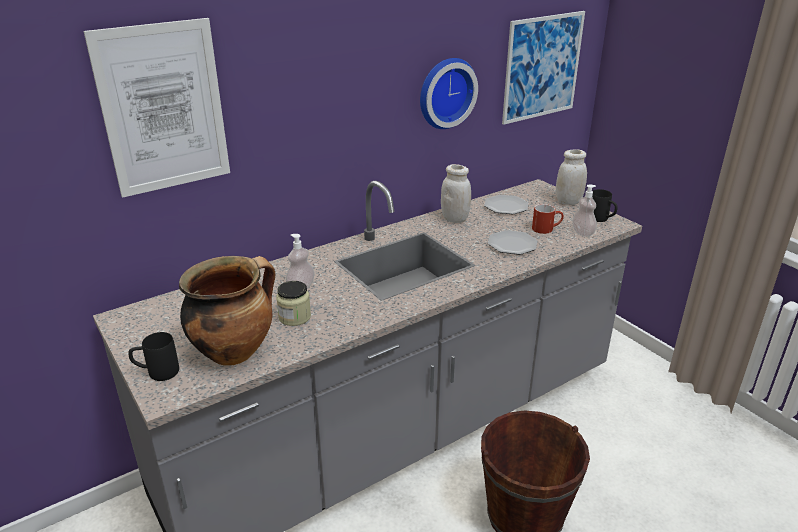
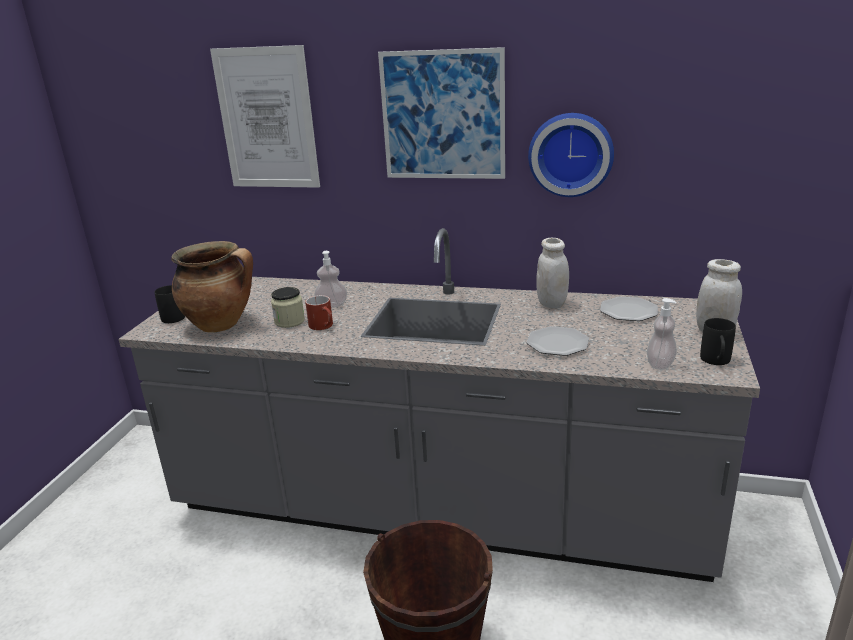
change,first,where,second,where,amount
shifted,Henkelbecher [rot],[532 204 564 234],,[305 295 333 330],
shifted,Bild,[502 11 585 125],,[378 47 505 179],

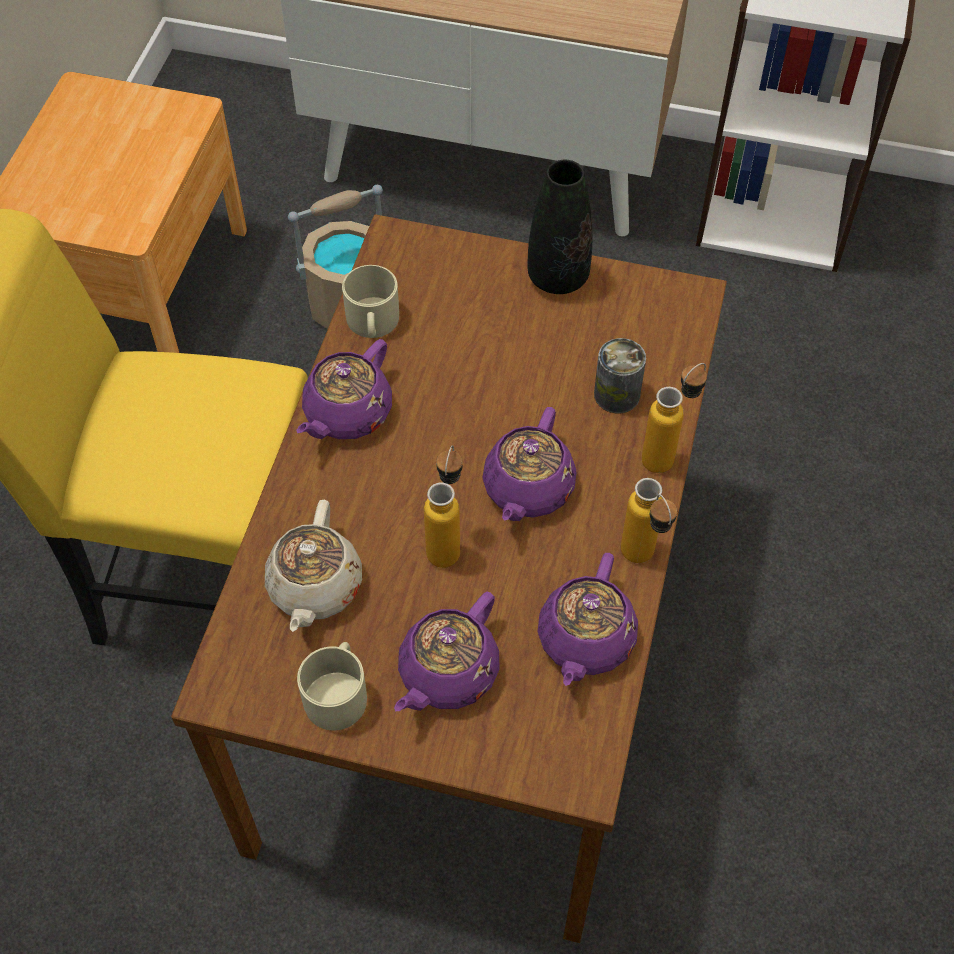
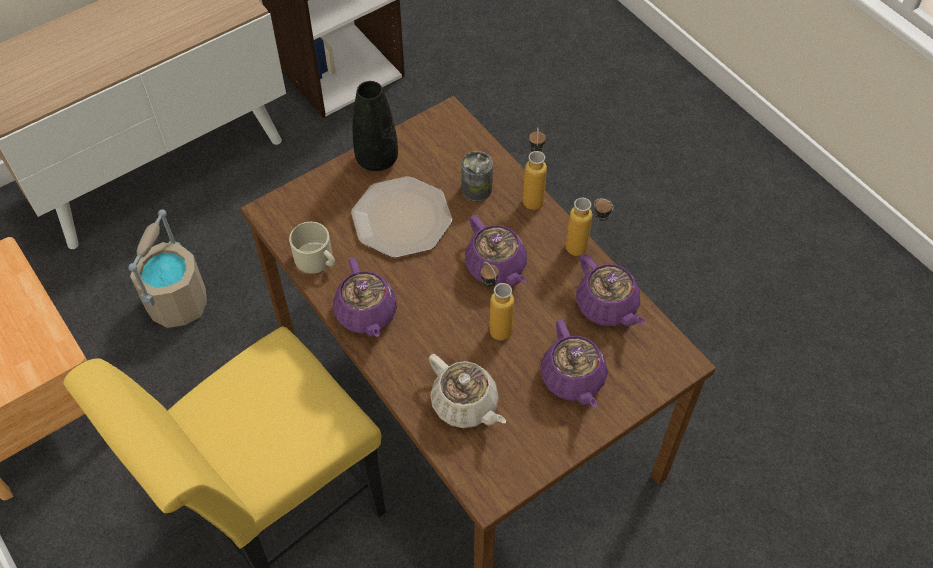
change,first,where,second,where,amount
new,,,Teller,[351 176 452 258],
gone,Henkelbecher [beige],[297 642 367 730],,,

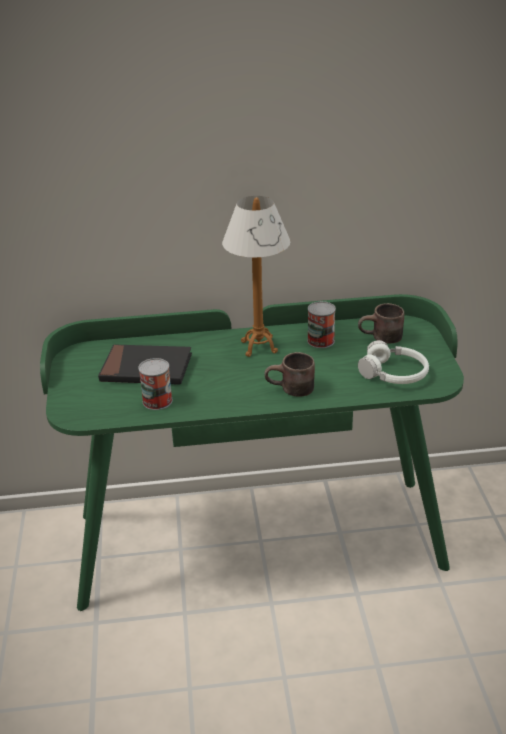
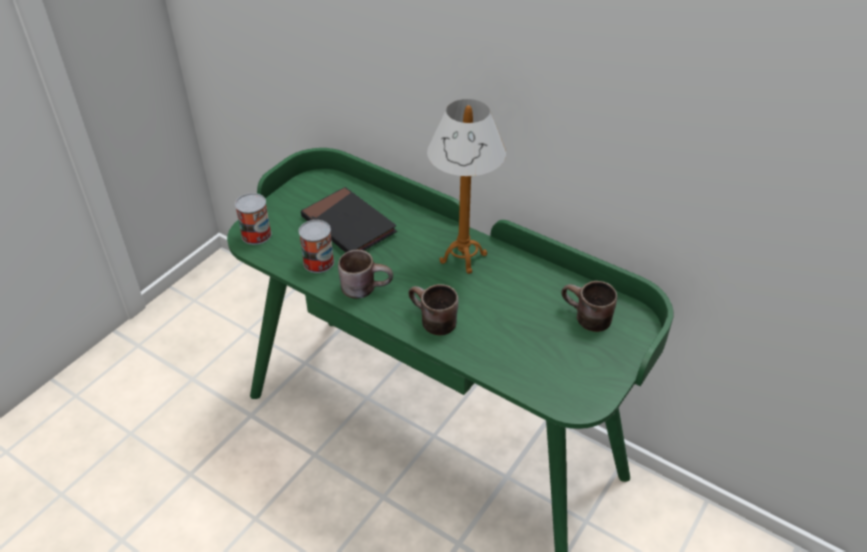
change,first,where,second,where,amount
shifted,Dose,[307 301 336 348],,[235 193 272 245],
new,,,Henkelbecher [braun],[338 250 393 299],
gone,Kopfhörer [weiß],[358 340 429 384],,,

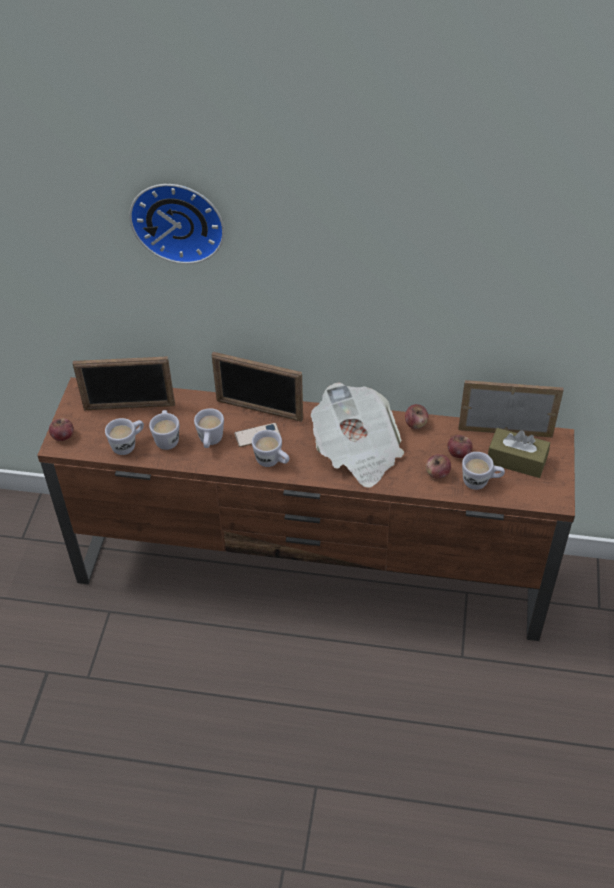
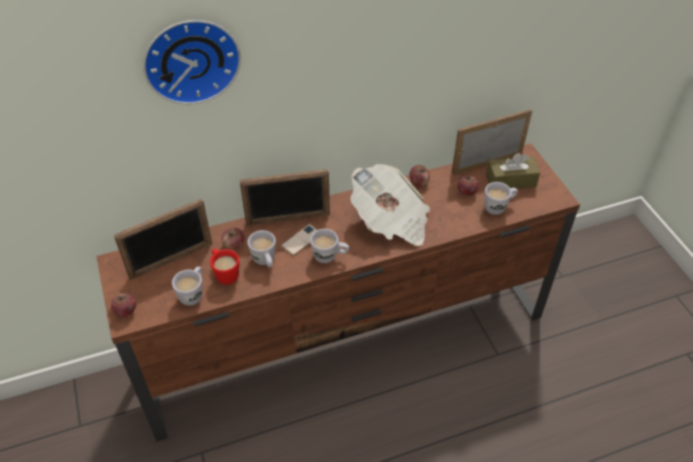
change,first,where,second,where,amount
repainted,Henkelbecher [weiß],[149 410 179 450],Henkelbecher [rot],[210 249 239 285],
shifted,Apfel,[426 454 451 479],,[221 227 244 250],

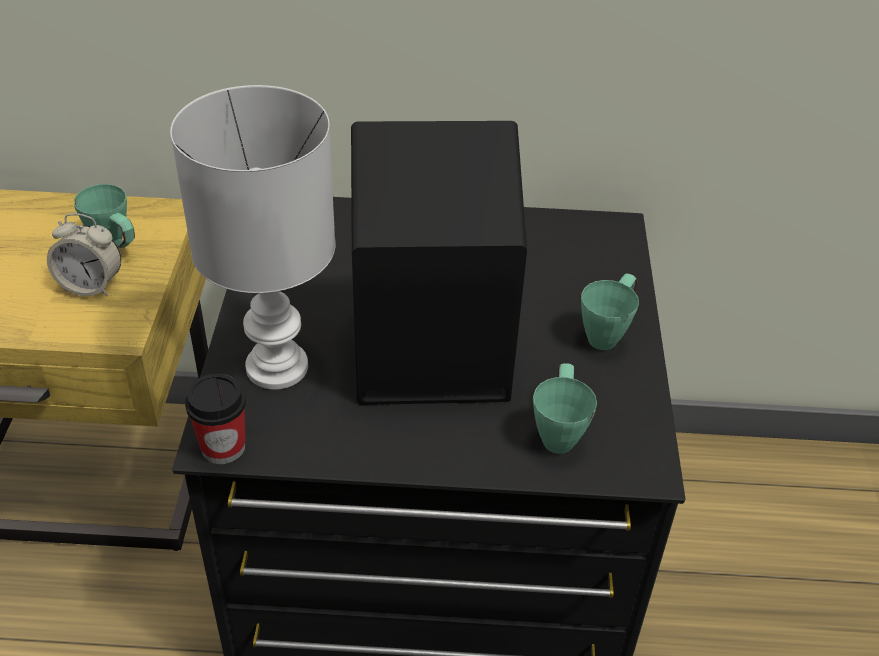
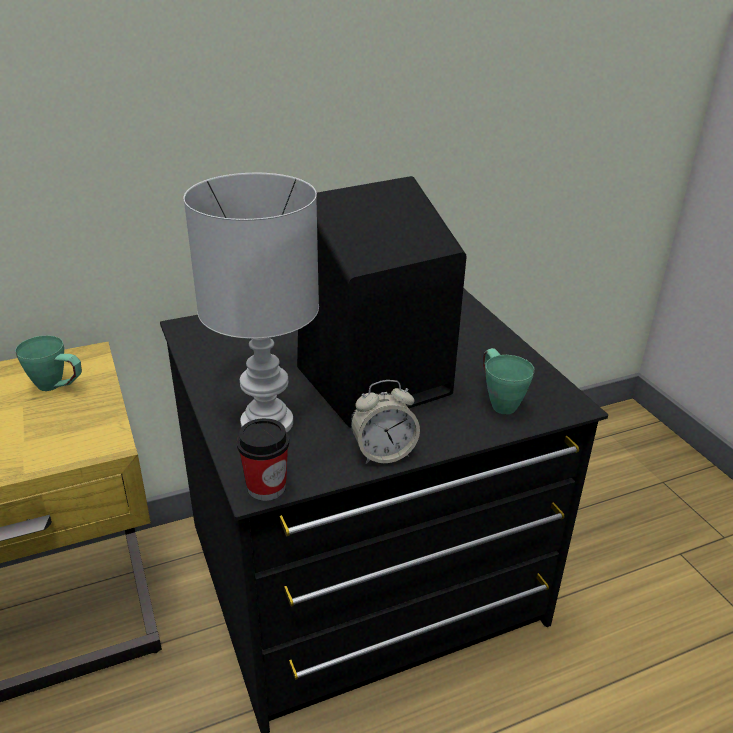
change,first,where,second,where,amount
shifted,Wecker,[47 213 121 296],,[351 380 420 464],
gone,Henkelbecher [grün],[581 273 639 350],,,

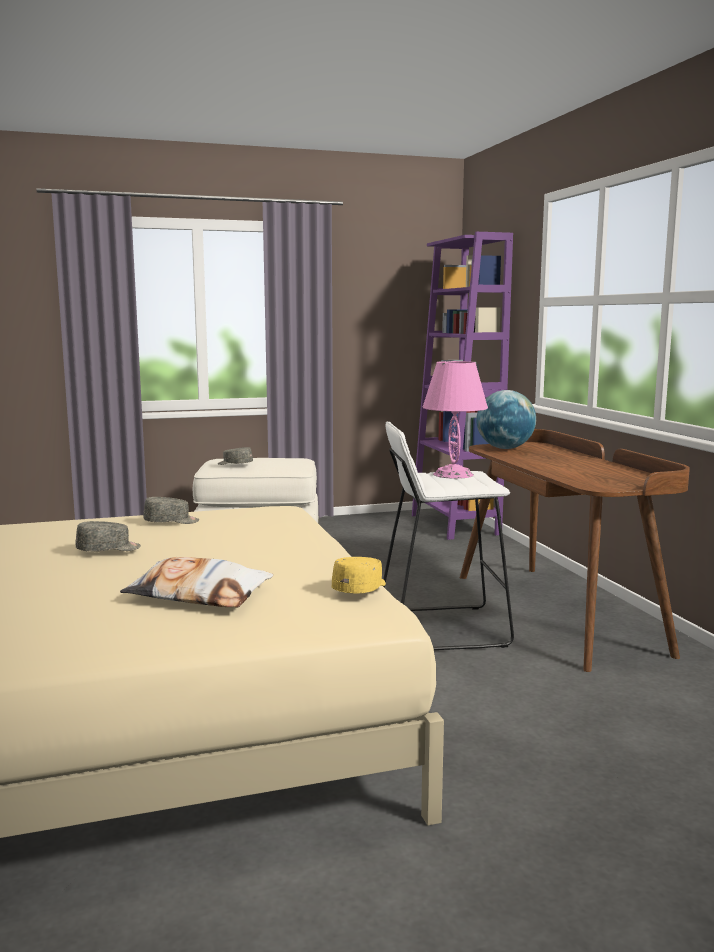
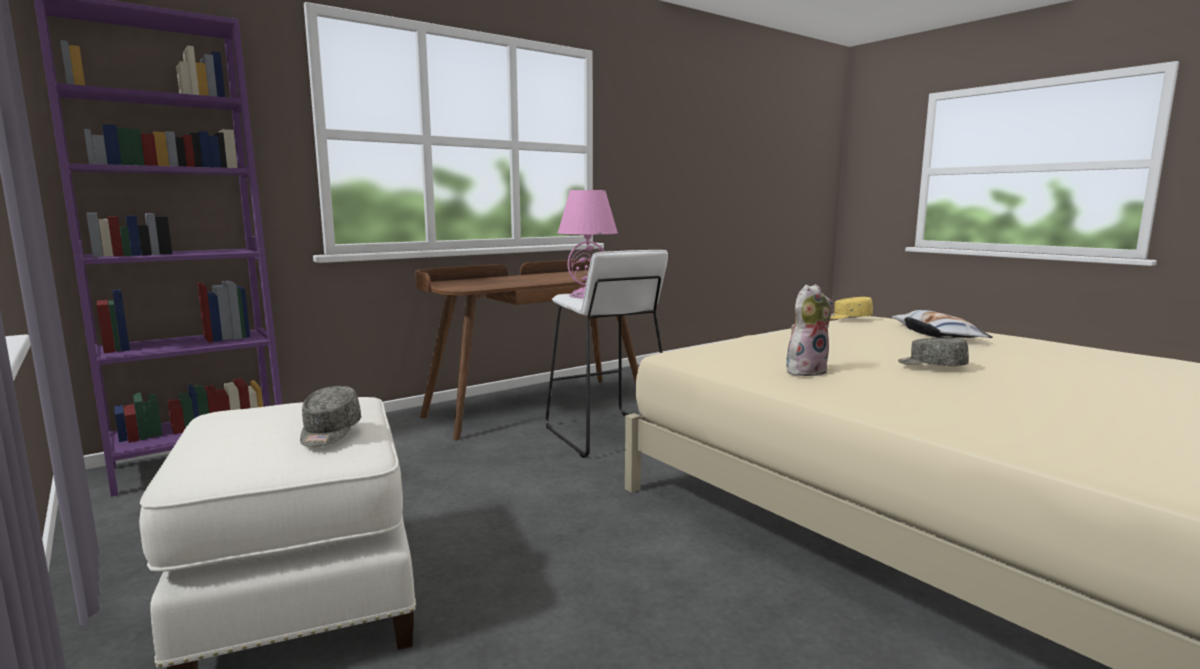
change,first,where,second,where,amount
swapped,Kappe [grau],[143 497 199 524],Plüschtier,[786 284 833 376],
gone,Globus,[476 390 536 449],,,

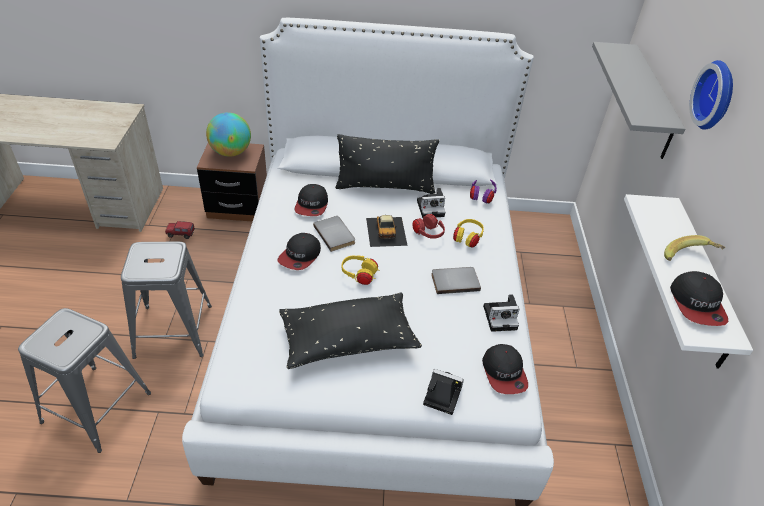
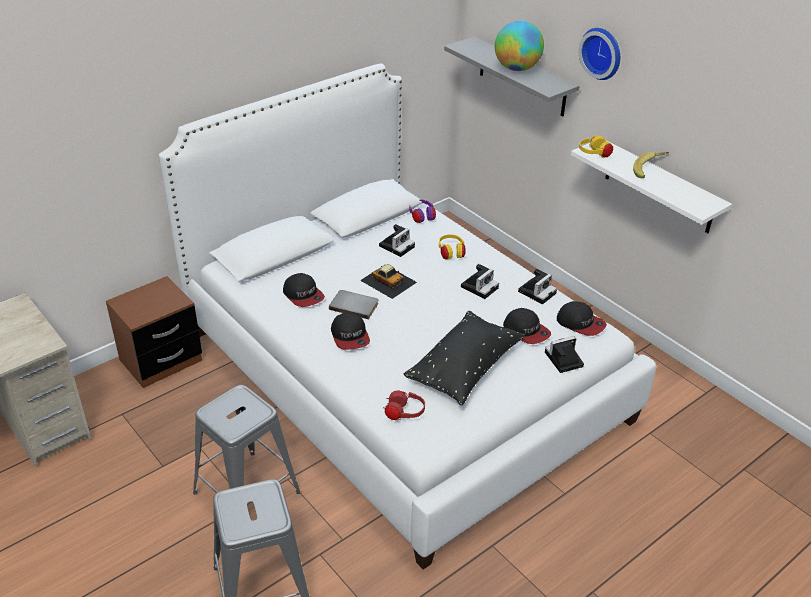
change,first,where,second,where,amount
shifted,Kopfhörer [rot],[413 214 445 239],,[383 390 425 421],
swapped,Buch [grau],[431 267 481 294],Kamera,[461 264 499 299],
shifted,Globus,[206 112 251 157],,[495 20 544 71],
shifted,Kappe,[670 271 728 326],,[503 308 551 344],
shifted,Kopfhörer [gelb],[342 255 378 285],,[579 135 613 158],
gone,Spielzeuglaster,[165 221 195 239],,,
gone,Kissen [schwarz],[335 134 439 194],,,

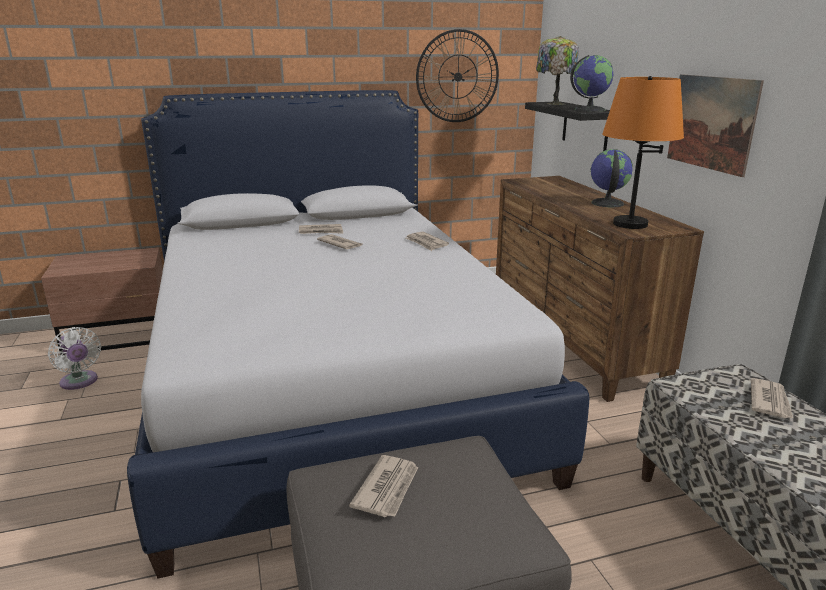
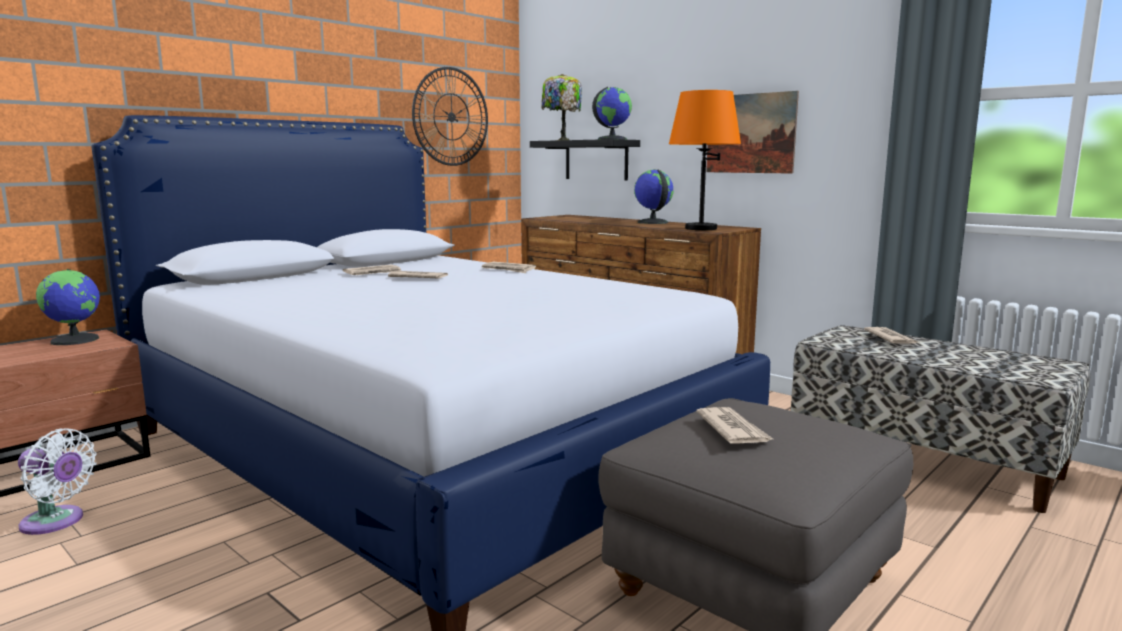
change,first,where,second,where,amount
new,,,Globus,[36 269 100 345],

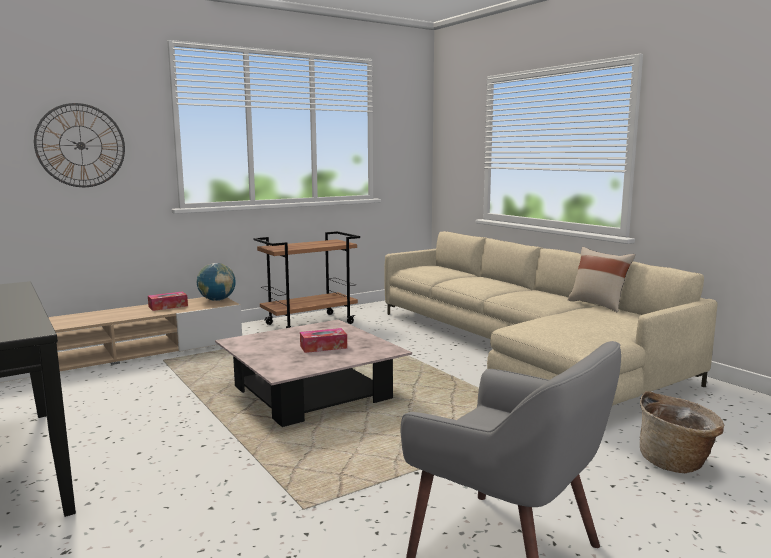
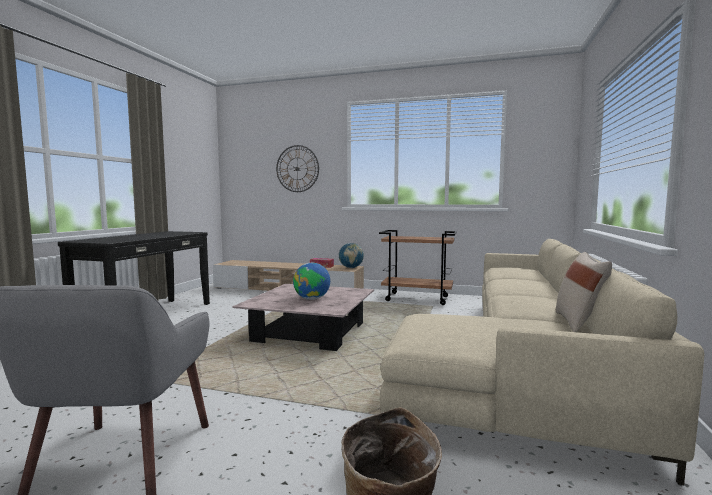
change,first,where,second,where,amount
swapped,Taschentuchbox,[300 328 347 353],Globus,[293 263 330 300],

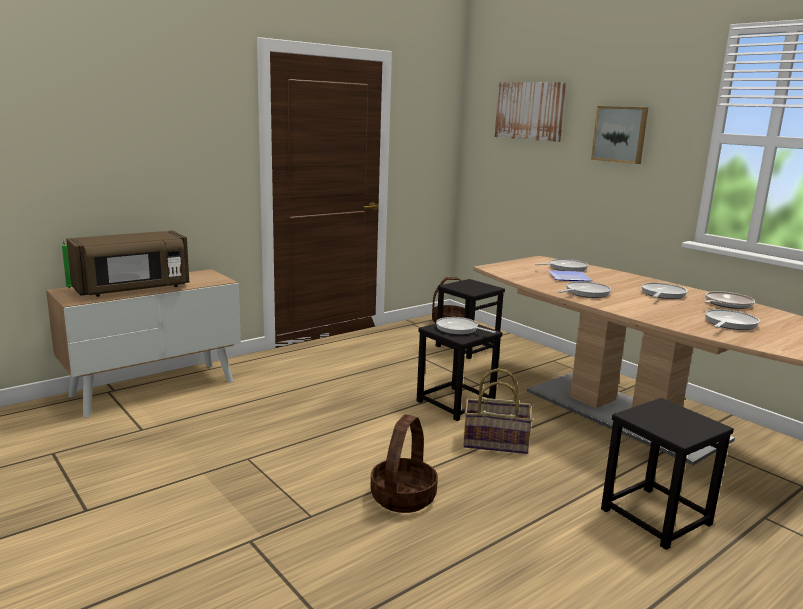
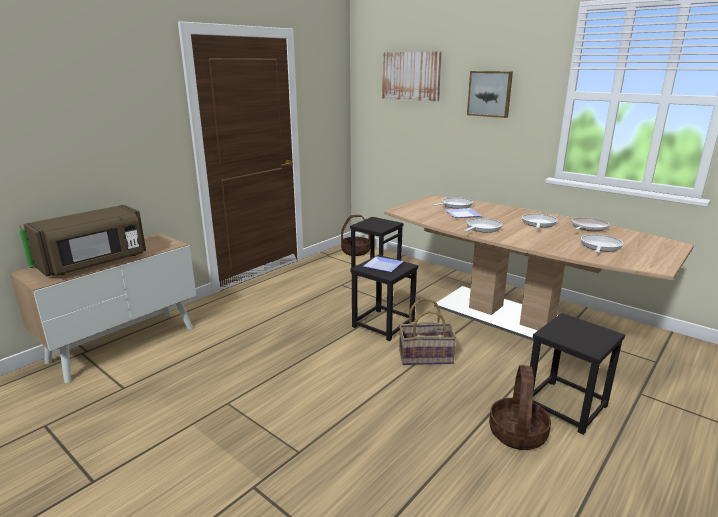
change,first,where,second,where,amount
swapped,Pfanne,[436 317 496 335],Teller,[363 256 403 272],
shifted,Korb,[371 415 438 513],,[489 365 551 450],

